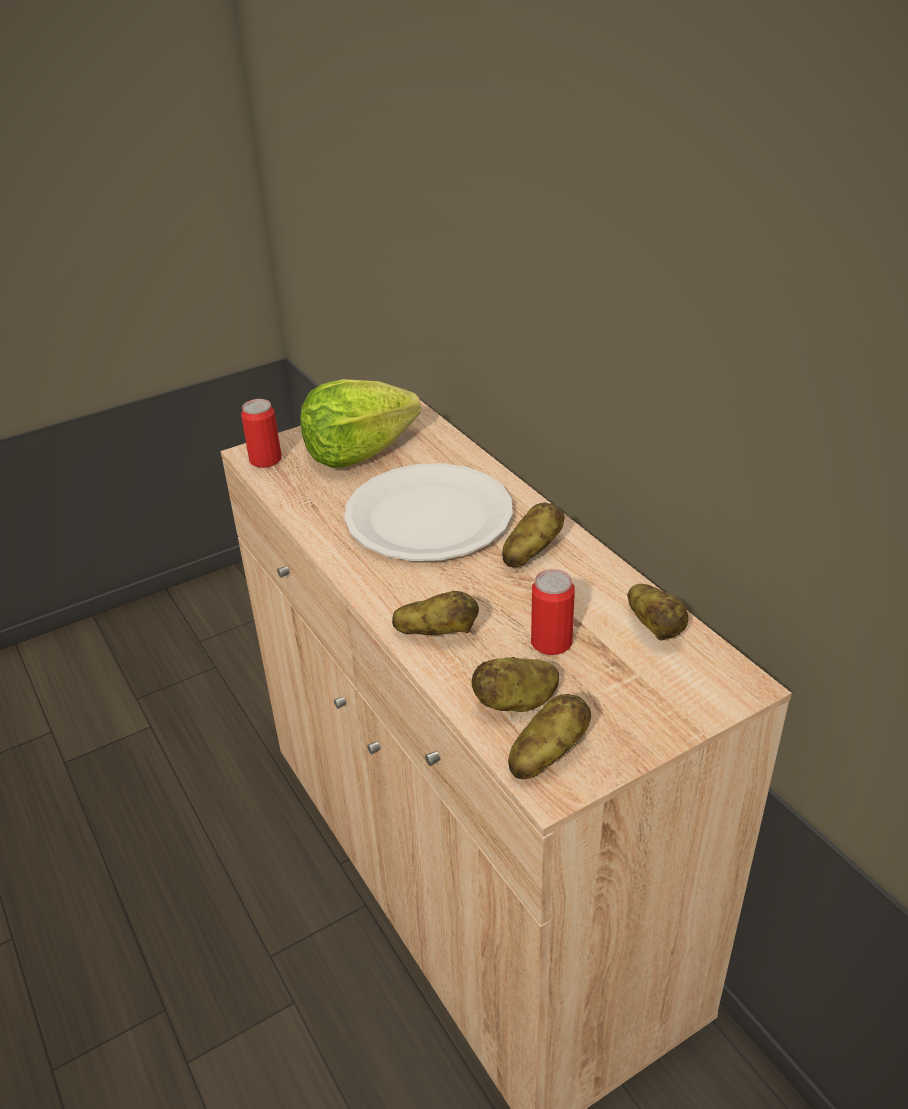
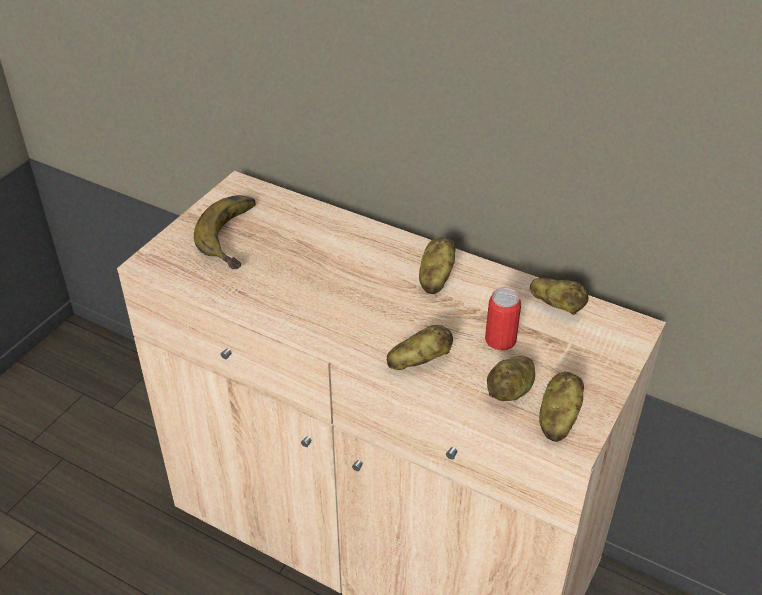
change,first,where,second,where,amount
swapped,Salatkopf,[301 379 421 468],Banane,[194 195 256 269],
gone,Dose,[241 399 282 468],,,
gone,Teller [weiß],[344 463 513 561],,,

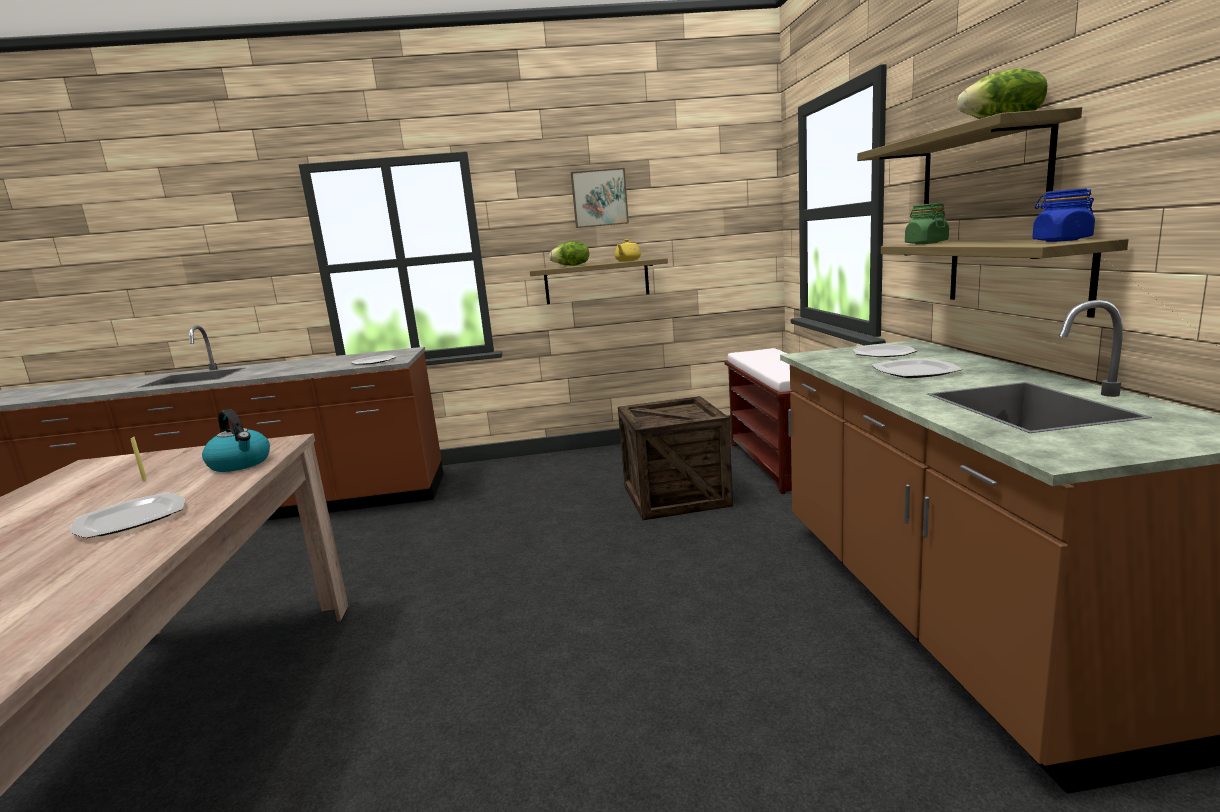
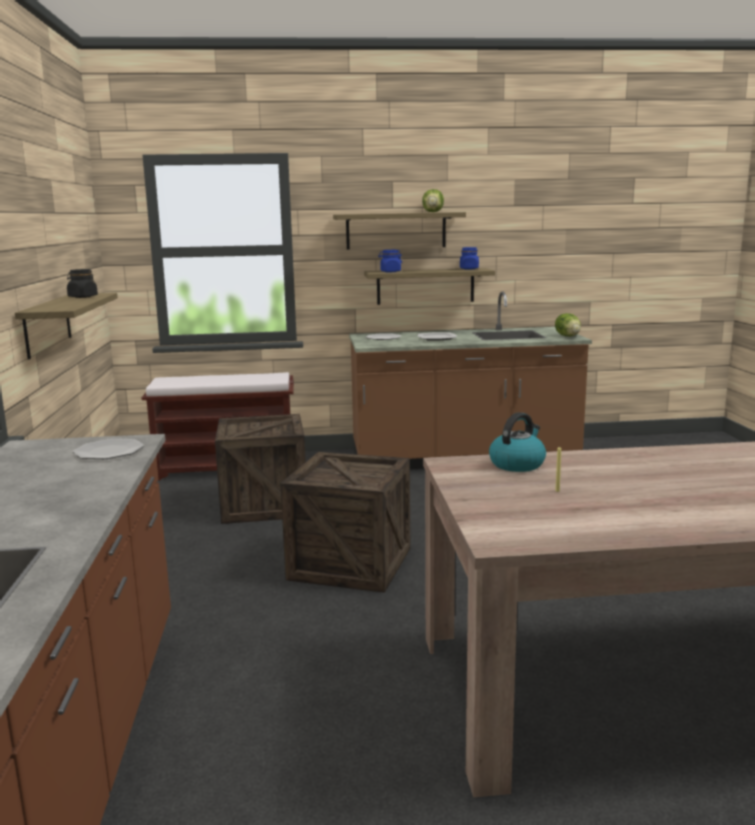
change,first,where,second,where,amount
swapped,Teekanne [gelb],[615 239 641 261],Vorratsglas [schwarz],[67 269 98 298],
new,,,Kiste,[280 452 410 593],
repainted,Vorratsglas [grün],[905 203 949 244],Vorratsglas [blau],[378 250 402 272],
shifted,Salatkopf,[549 241 589 266],,[555 313 581 336],
gone,Teller,[70 492 185 538],,,
gone,Bild,[571 168 629 228],,,

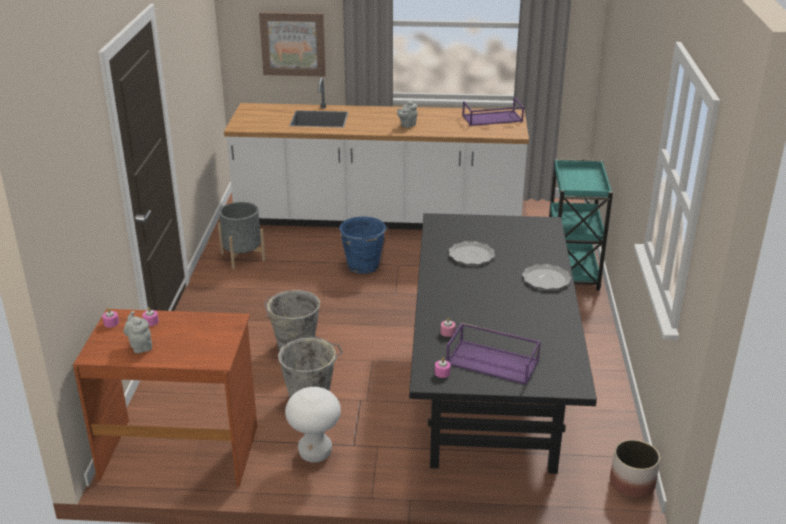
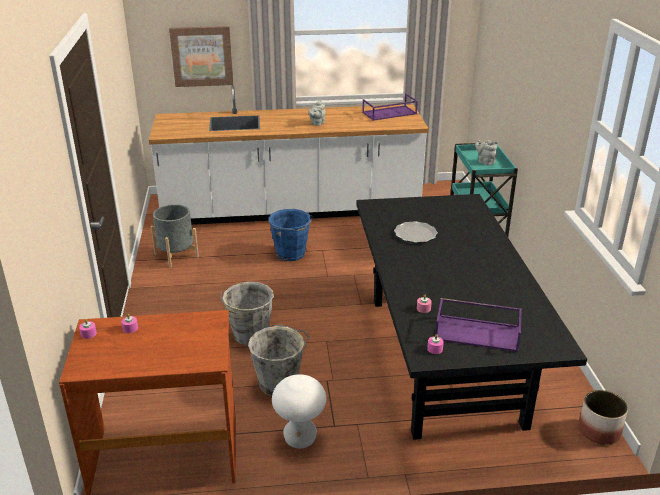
change,first,where,second,where,amount
shifted,Teekanne [grau],[124 311 152 353],,[475 140 497 165],
gone,Teller,[522 264 572 289],,,

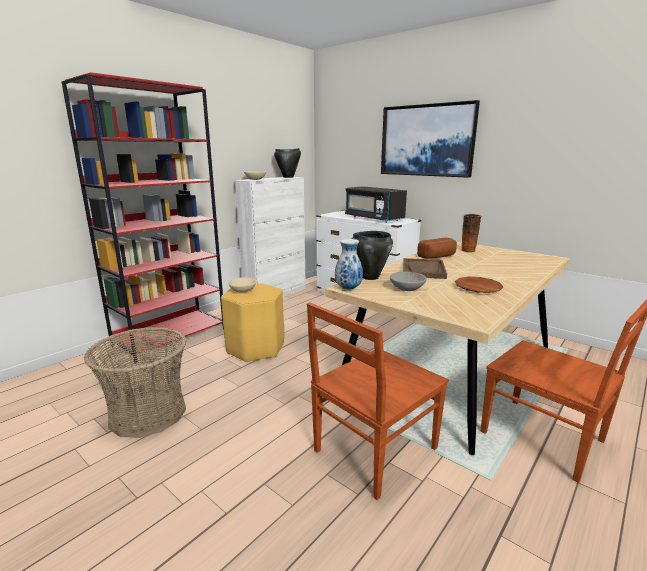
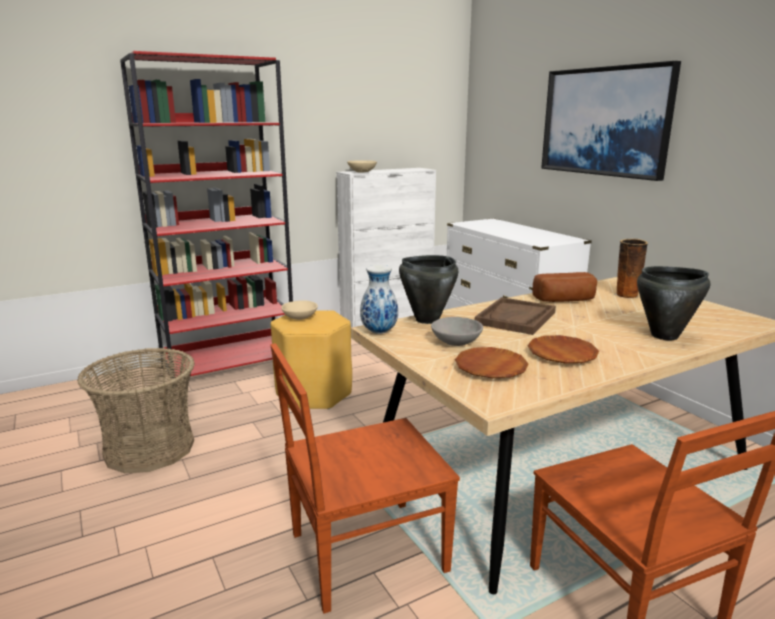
change,first,where,second,where,amount
new,,,Teller [braun],[455 347 528 379],
shifted,Kochtopf [schwarz],[274 148 301 178],,[637 266 710 340],
gone,Mikrowelle [schwarz],[345 186 407 223],,,

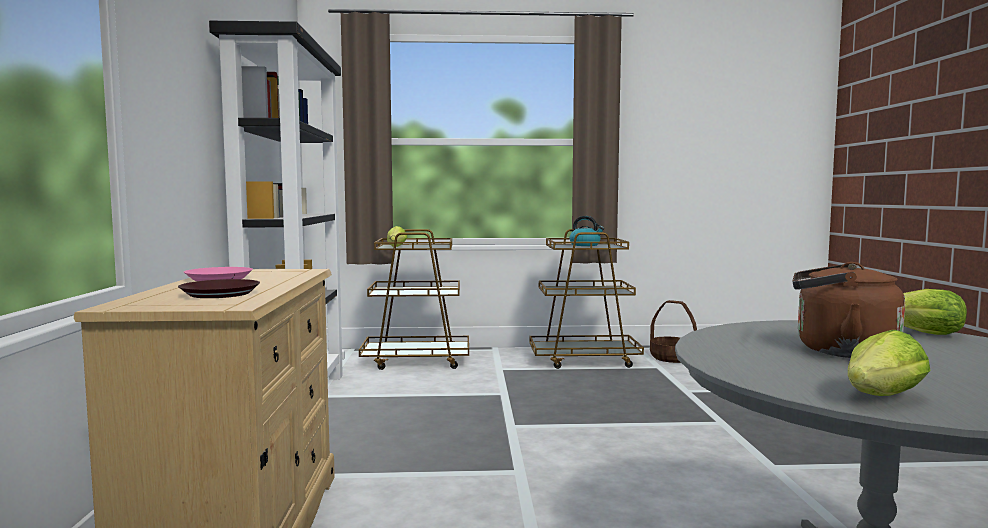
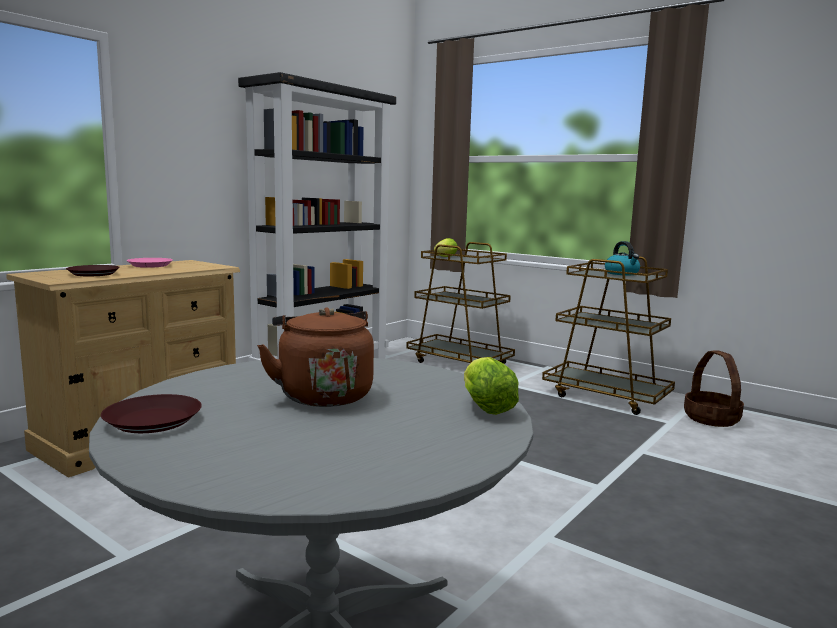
change,first,where,second,where,amount
swapped,Salatkopf,[848 330 931 396],Teller [braun],[101 394 202 433],

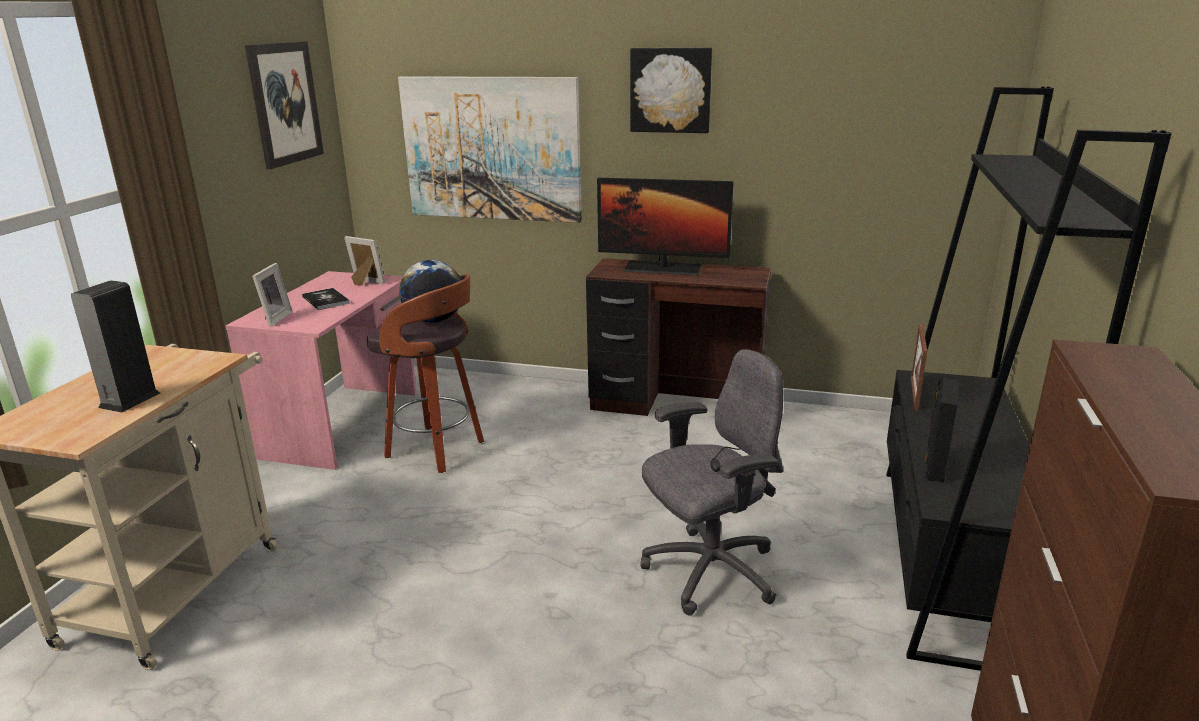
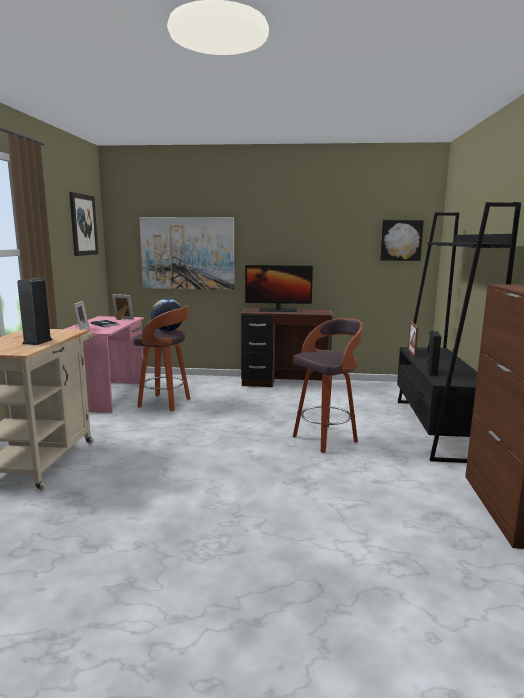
change,first,where,second,where,amount
swapped,Bürostuhl [grau],[640 349 783 616],Hocker,[293 318 363 453],
shifted,Bild,[630 48 712 133],,[380 220 424 261],

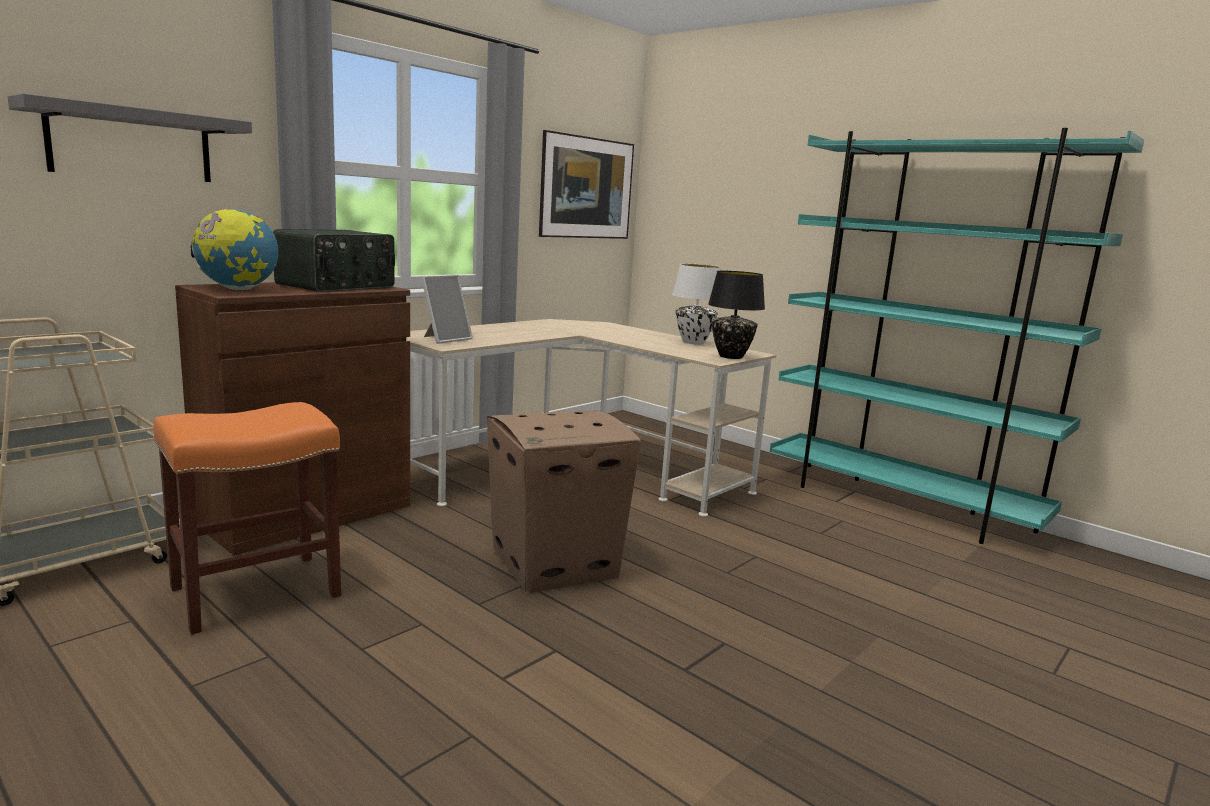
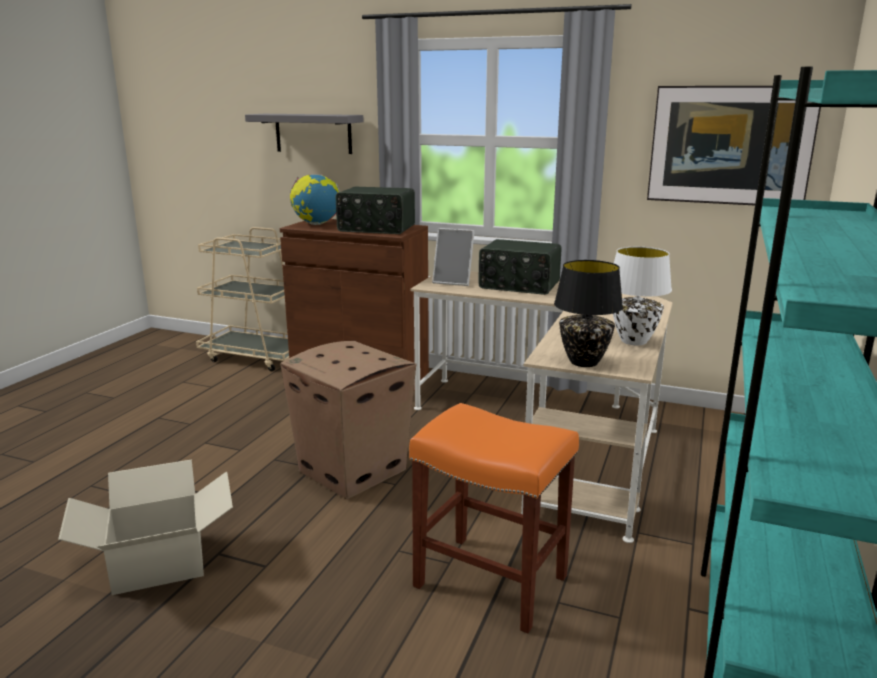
change,first,where,second,where,amount
new,,,Karton,[58 459 233 595],
shifted,Hocker [orange],[153 402 341 635],,[409 403 579 633],
new,,,Radio,[478 239 562 295],

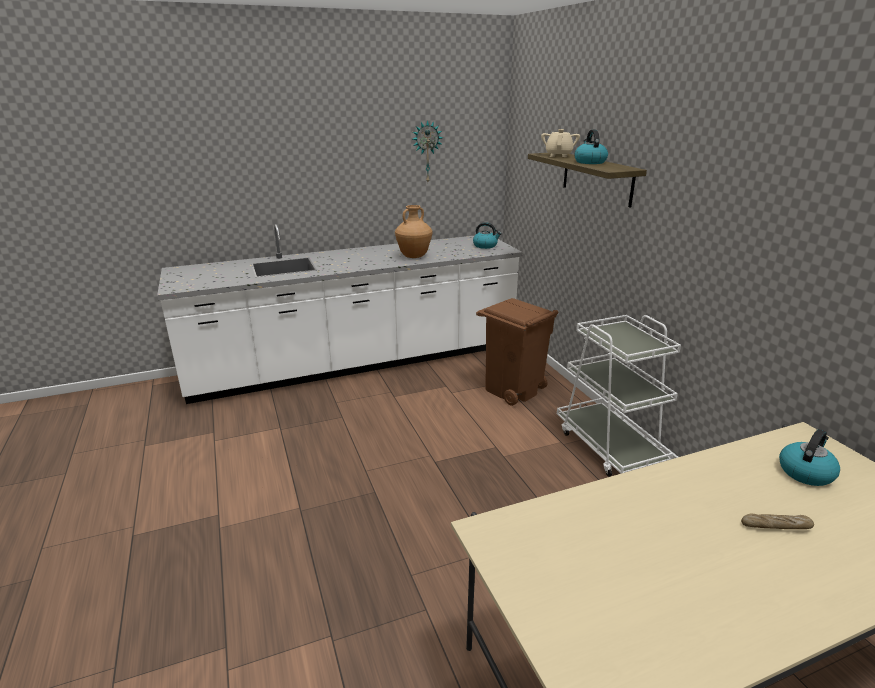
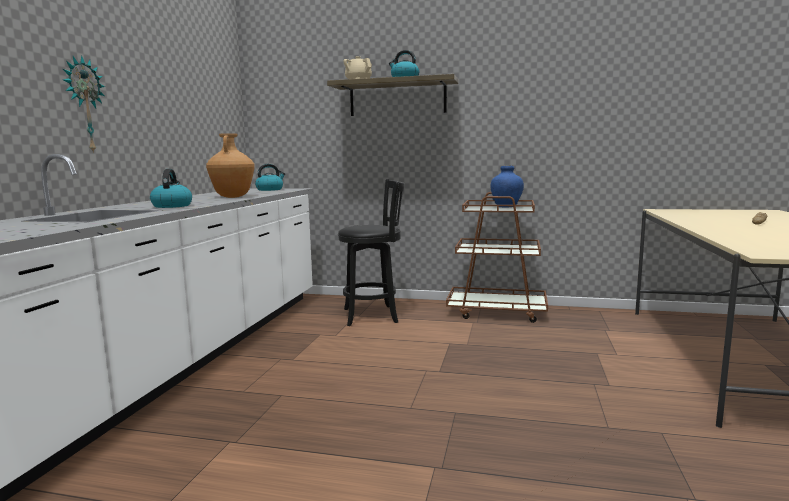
change,first,where,second,where,amount
shifted,Wanduhr,[413 120 443 182],,[63 55 105 153],
shifted,Wasserkessel,[779 429 840 486],,[150 169 192 208],
swapped,Mülleimer [braun],[476 298 559 406],Hocker [schwarz],[338 179 405 326],
repainted,Rollwagen [weiß],[557 315 681 477],Rollwagen [braun],[446 192 548 323],
new,,,Vase [blau],[490 166 524 207],

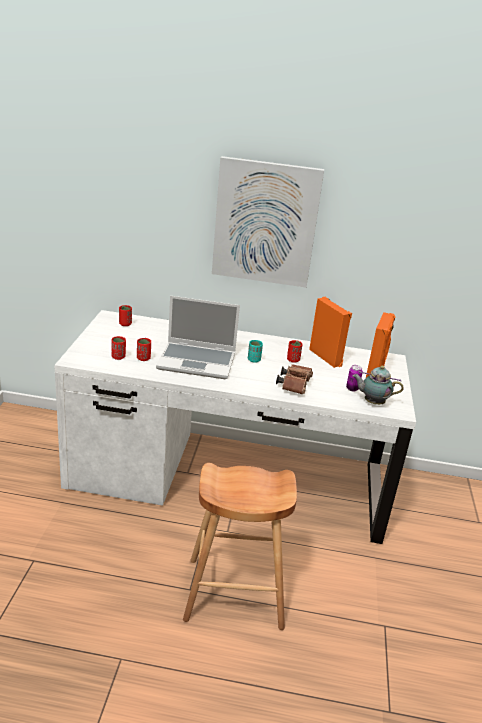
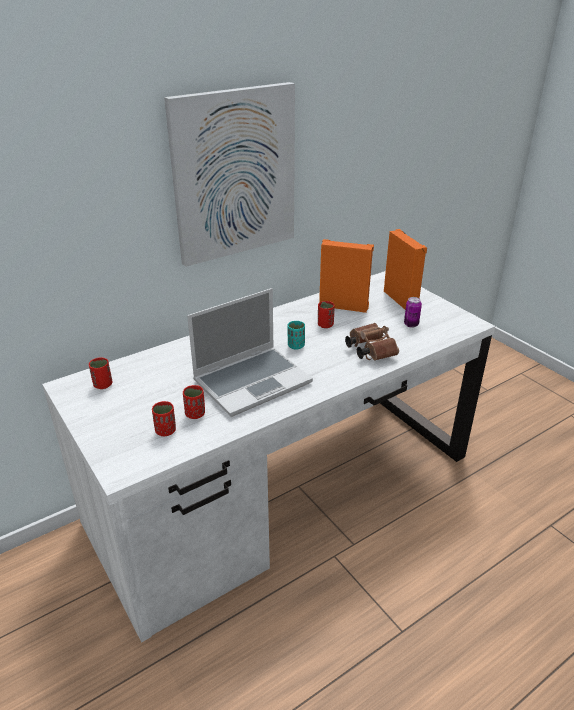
change,first,where,second,where,amount
gone,Hocker [braun],[183 463 297 630],,,
gone,Teekanne,[353 366 404 405],,,

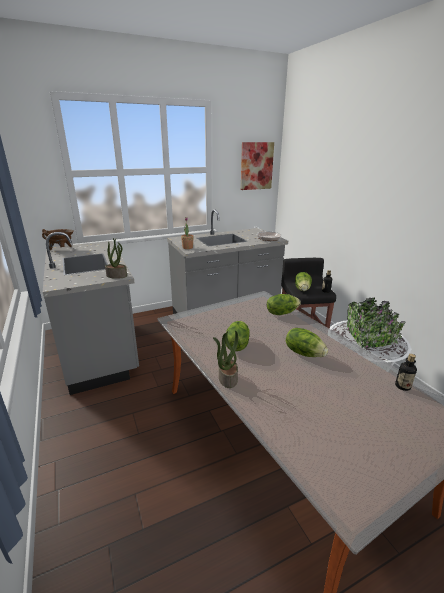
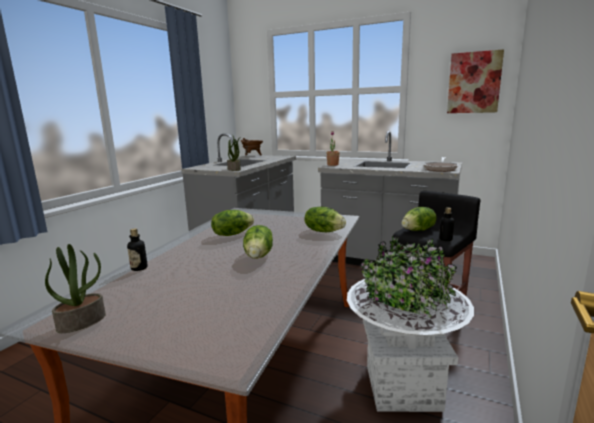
change,first,where,second,where,amount
shifted,Topfpflanze,[213 330 238 388],,[45 244 106 333],
shifted,Flasche,[395 354 417 391],,[127 228 148 271],

